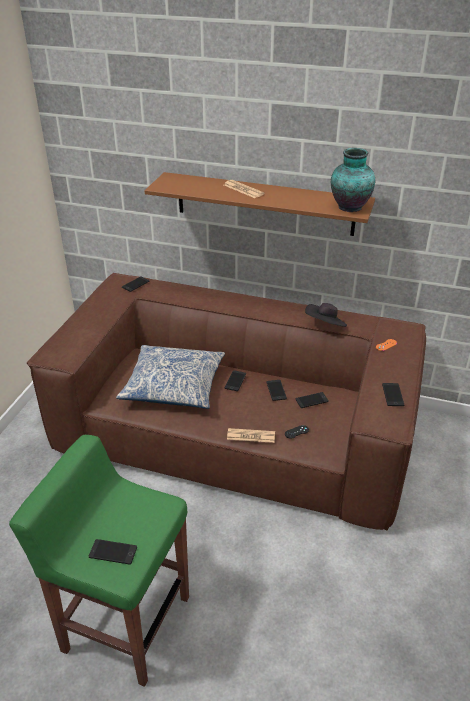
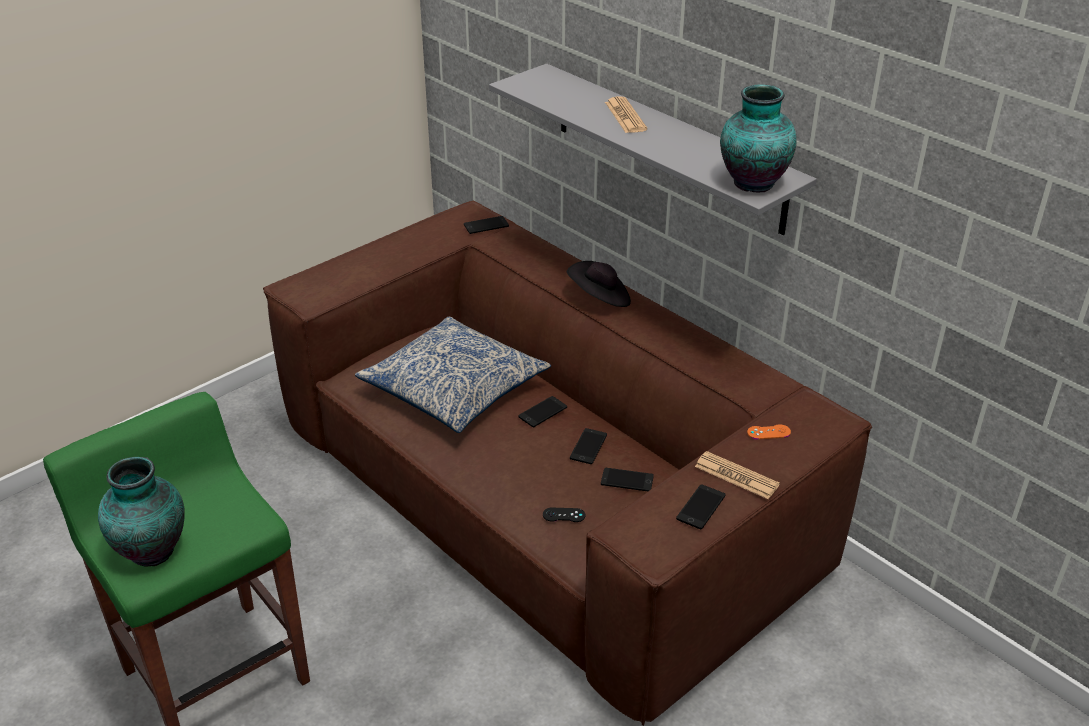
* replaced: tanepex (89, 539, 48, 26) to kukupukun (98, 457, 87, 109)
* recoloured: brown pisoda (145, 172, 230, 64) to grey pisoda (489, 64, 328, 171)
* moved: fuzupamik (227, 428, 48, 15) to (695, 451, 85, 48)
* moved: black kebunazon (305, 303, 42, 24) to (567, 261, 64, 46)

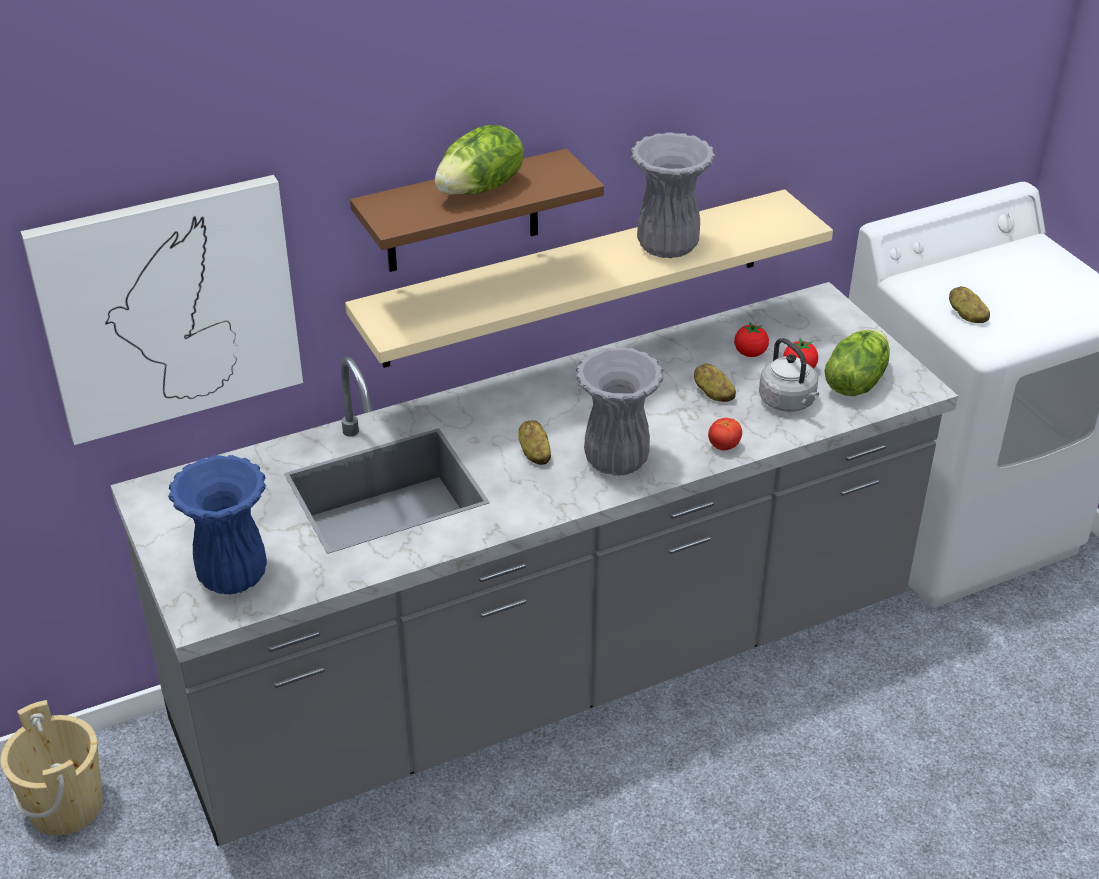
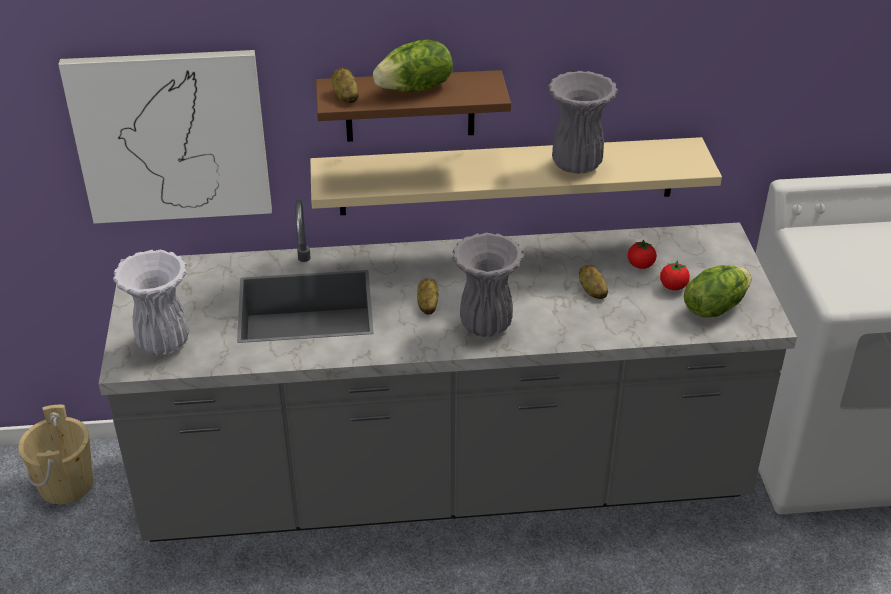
* recoloured: blue kukupukun (168, 455, 99, 139) to white kukupukun (113, 250, 76, 105)
* removed: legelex (708, 418, 34, 32)
* removed: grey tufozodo (759, 338, 60, 74)
* moved: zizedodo (949, 286, 41, 37) to (332, 68, 27, 35)

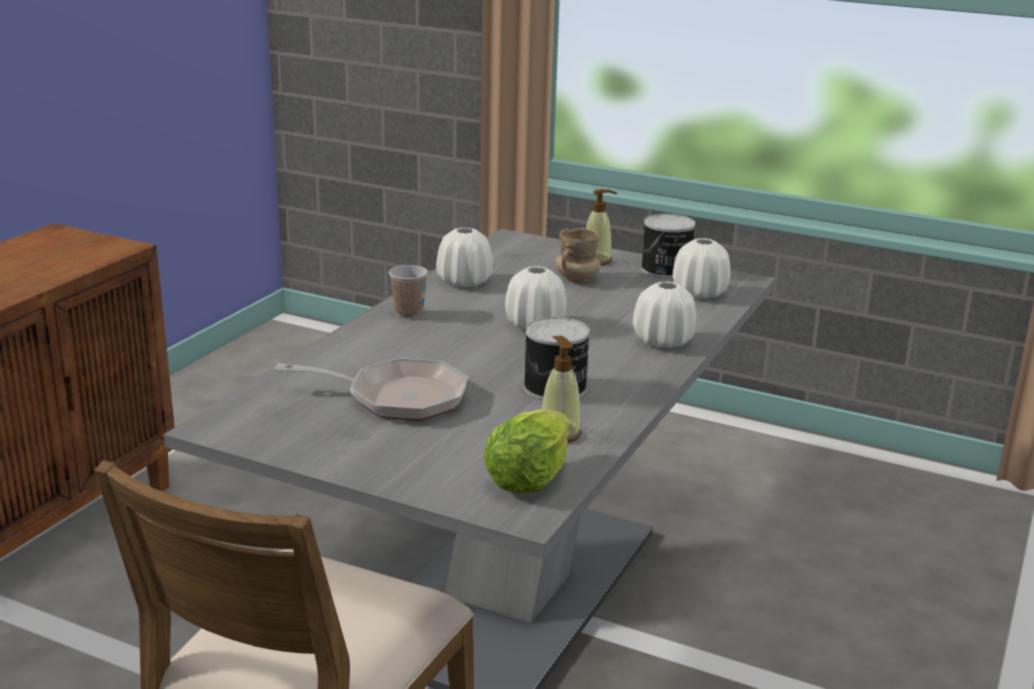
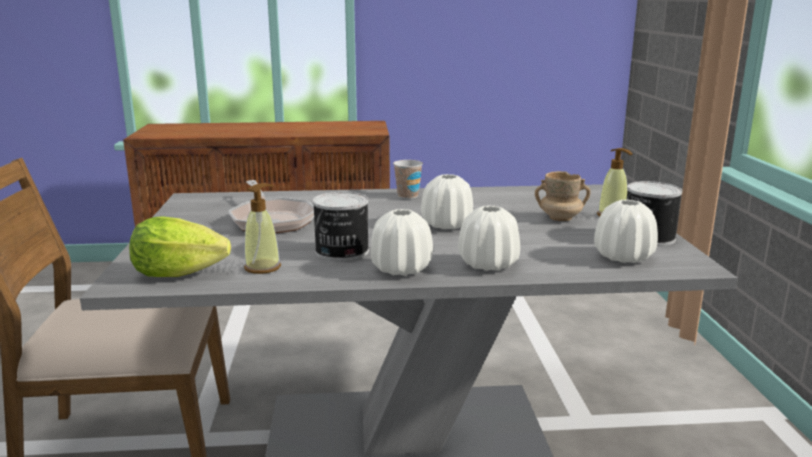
* moved: white kukupukun (436, 227, 57, 60) to (371, 209, 62, 67)

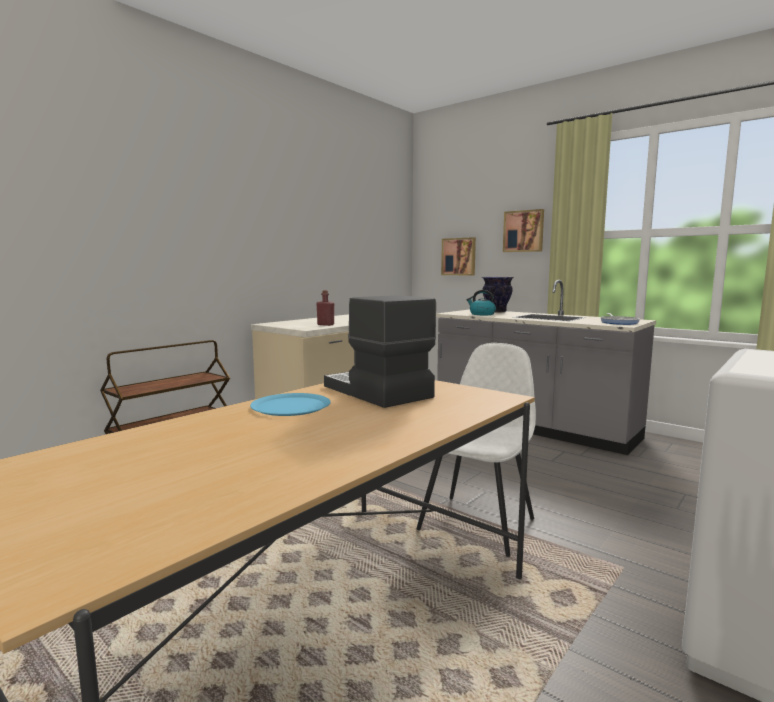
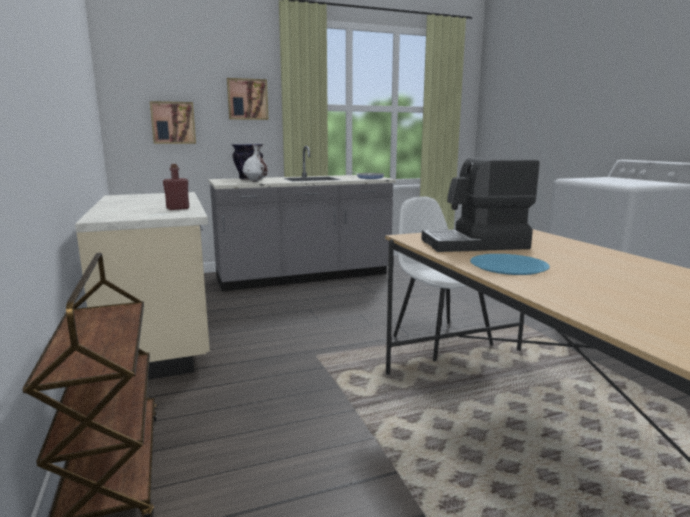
* replaced: tufozodo (467, 290, 29, 25) to white kukupukun (243, 145, 25, 37)

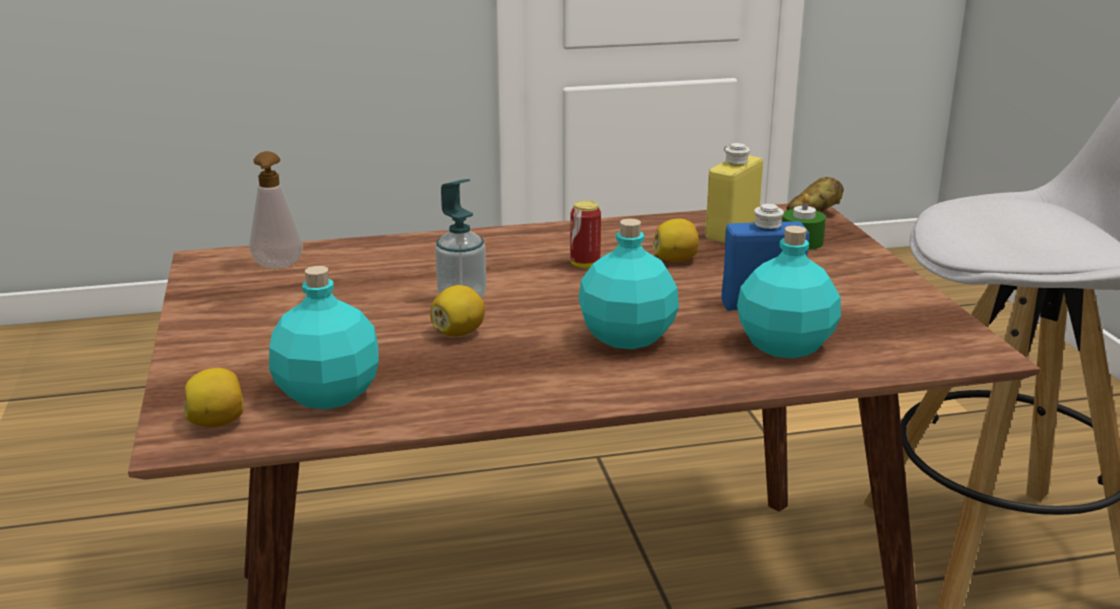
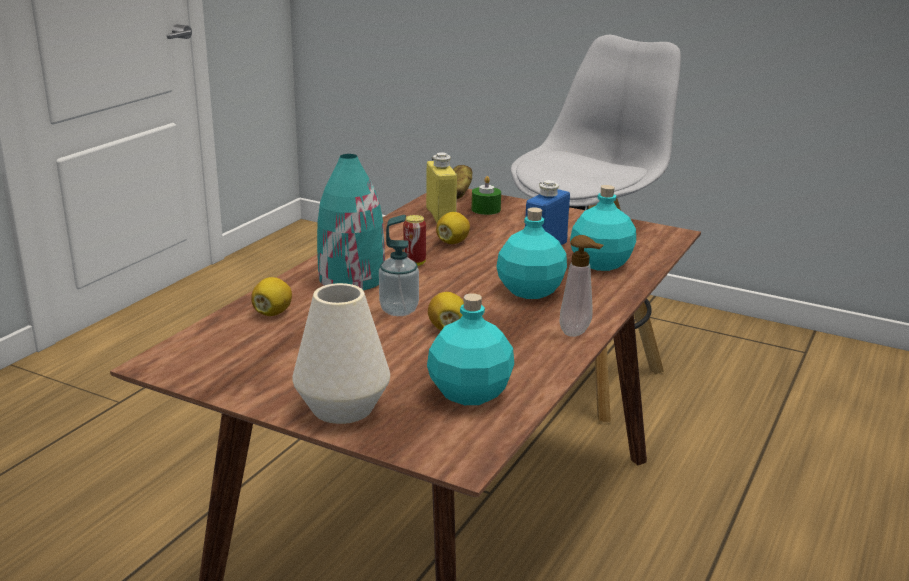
* moved: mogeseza (183, 368, 61, 59) to (251, 277, 41, 39)
* moved: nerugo (249, 151, 54, 117) to (560, 235, 44, 102)
* added: white kukupukun (293, 283, 97, 141)
* added: turquoise kukupukun (317, 154, 68, 136)

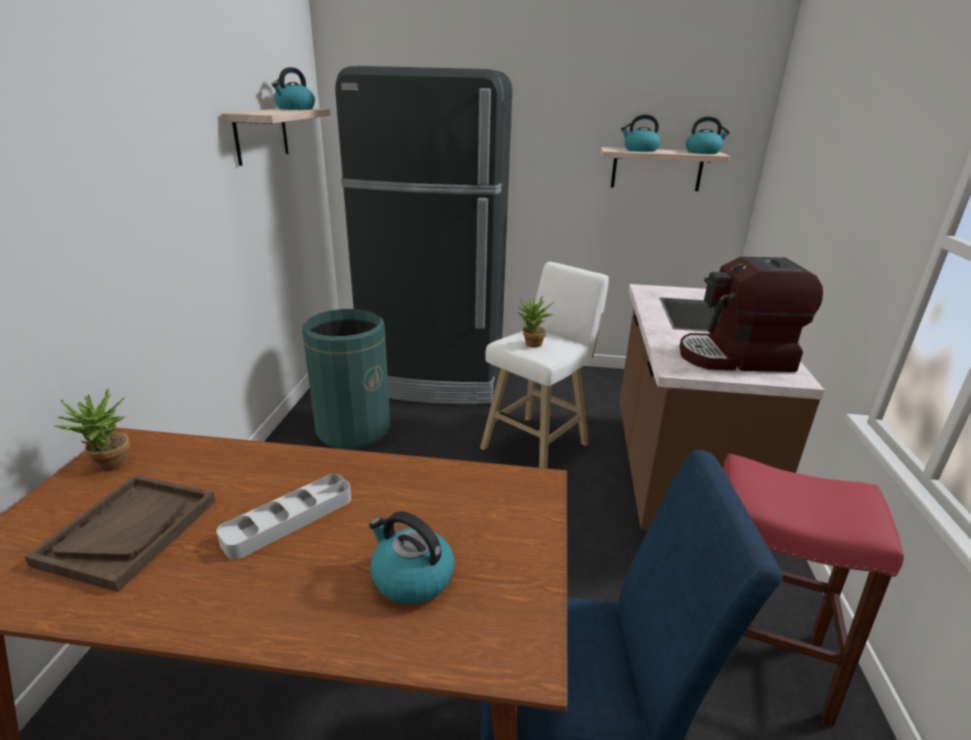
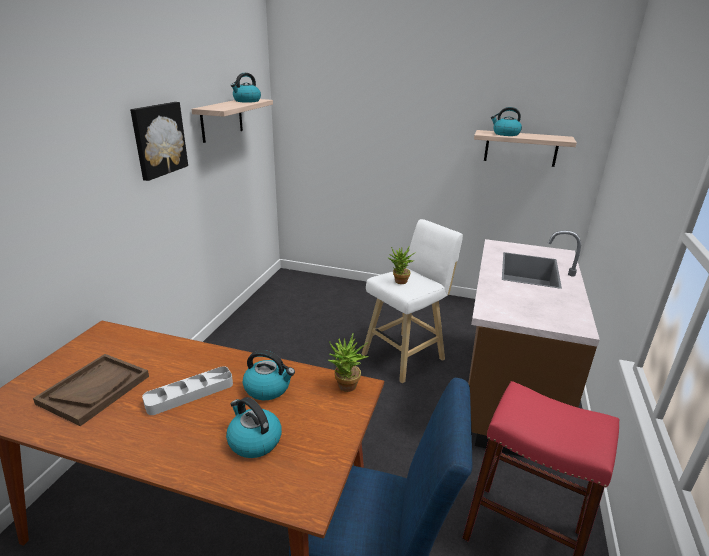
* moved: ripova (54, 387, 76, 84) to (328, 334, 41, 58)
* removed: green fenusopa (302, 309, 88, 140)
* removed: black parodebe (335, 66, 177, 338)
* removed: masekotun (680, 257, 143, 115)
* moved: tufozodo (686, 116, 44, 38) to (243, 350, 52, 50)
* added: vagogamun (130, 102, 58, 79)

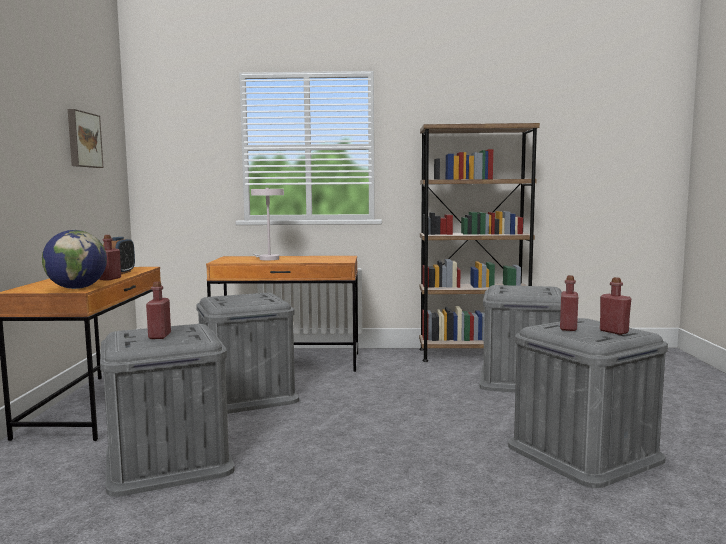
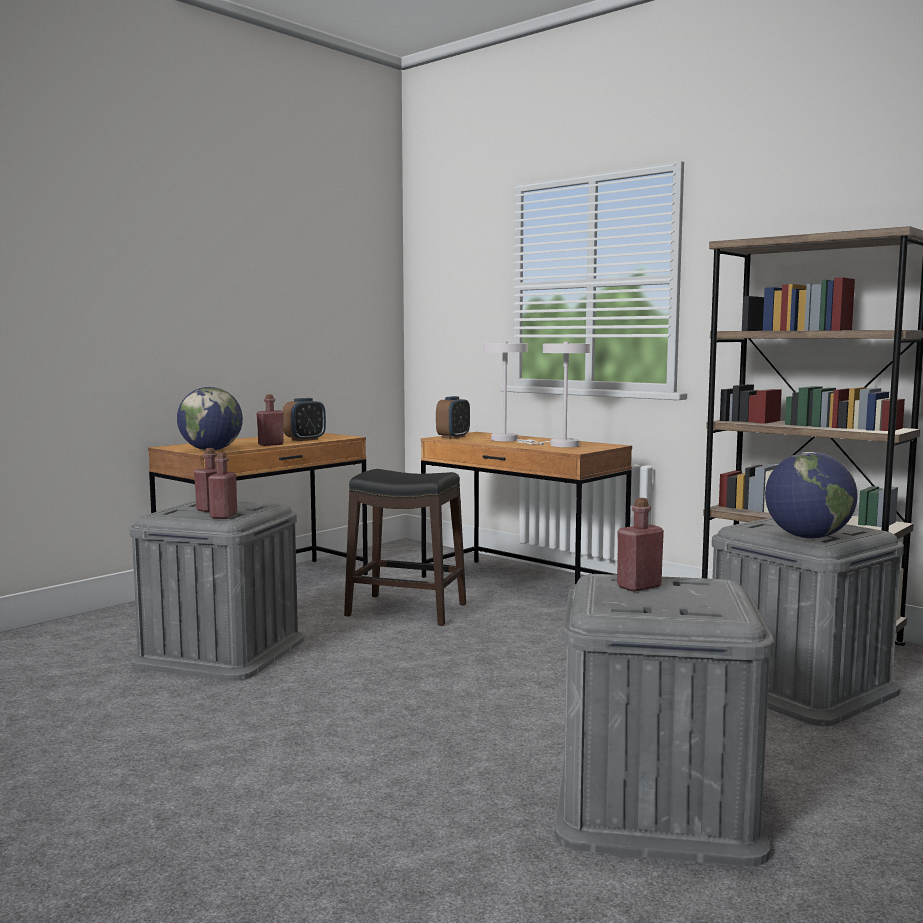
* removed: vagogamun (68, 109, 36, 59)
* replaced: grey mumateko (196, 293, 103, 121) to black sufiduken (344, 469, 122, 157)
* moved: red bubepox (600, 277, 31, 58) to (208, 452, 29, 67)
* added: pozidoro (436, 396, 34, 43)
* added: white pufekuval (516, 342, 74, 105)
* added: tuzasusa (765, 452, 93, 87)

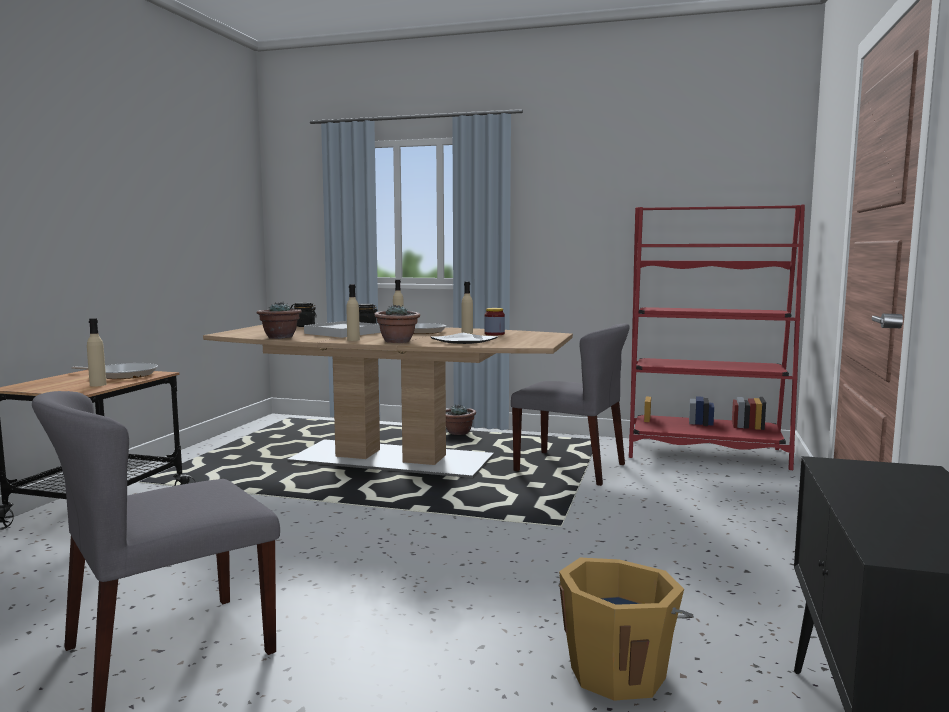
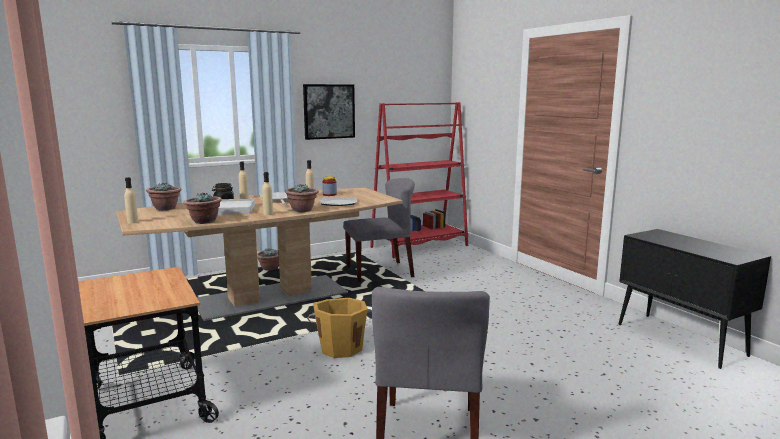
* removed: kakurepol (72, 363, 86, 16)
* moved: beige bubepox (87, 318, 20, 69) to (124, 177, 14, 46)
* replaced: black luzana (290, 302, 27, 25) to ripova (146, 182, 36, 28)
* moved: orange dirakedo (558, 558, 136, 143) to (307, 298, 65, 60)
* added: vagogamun (303, 84, 52, 56)

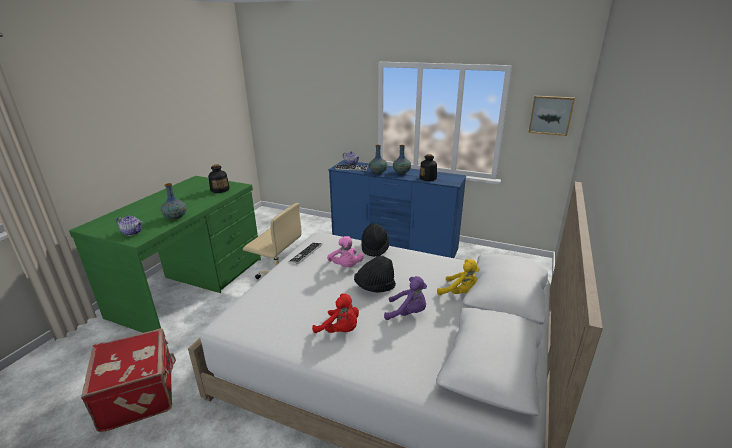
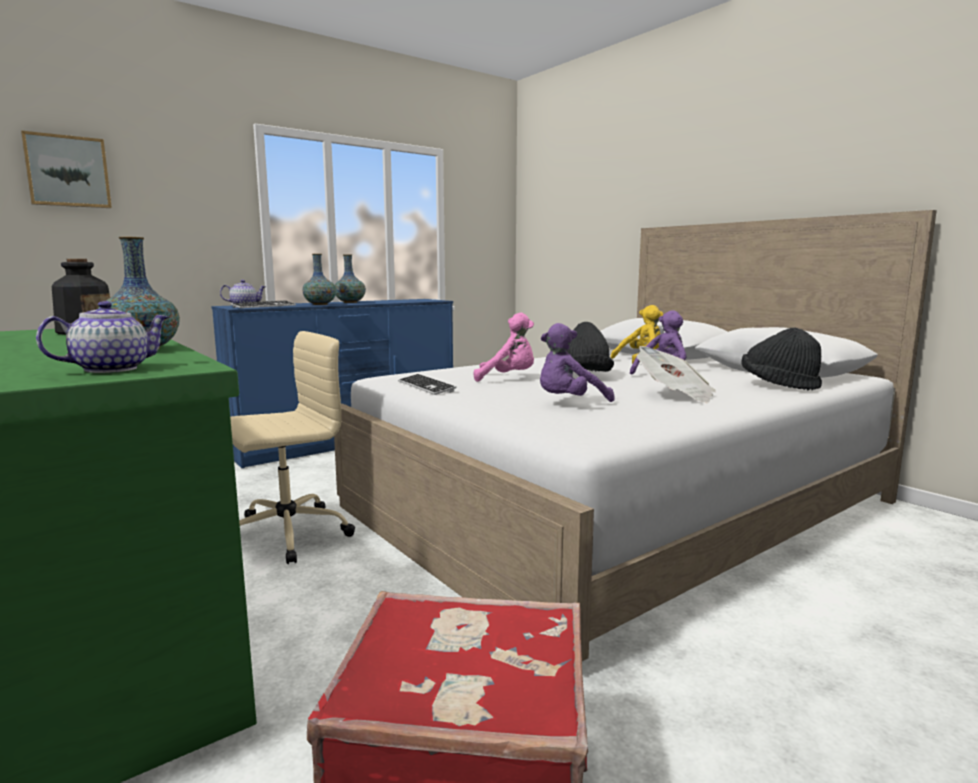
* replaced: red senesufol (312, 293, 47, 40) to fuzupamik (636, 346, 80, 57)
* moved: black kebunazon (361, 223, 28, 34) to (742, 328, 80, 62)
* removed: bubepox (419, 154, 18, 27)
* moved: vagogamun (528, 96, 47, 40) to (21, 131, 91, 77)
* added: purple senesufol (540, 323, 75, 79)

